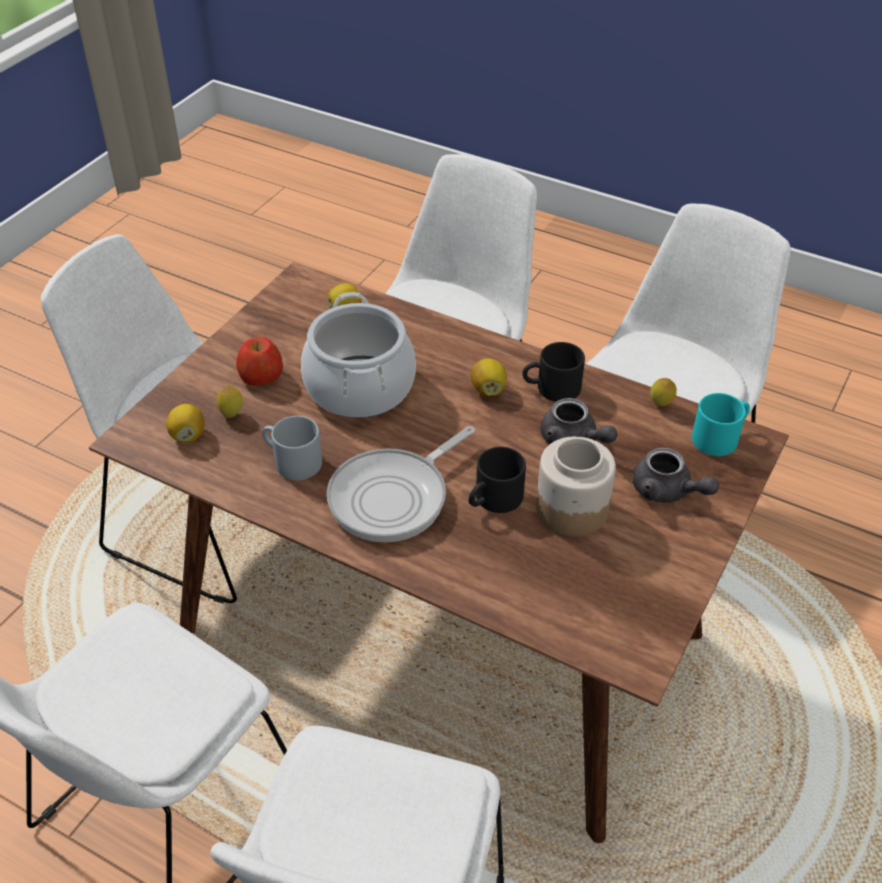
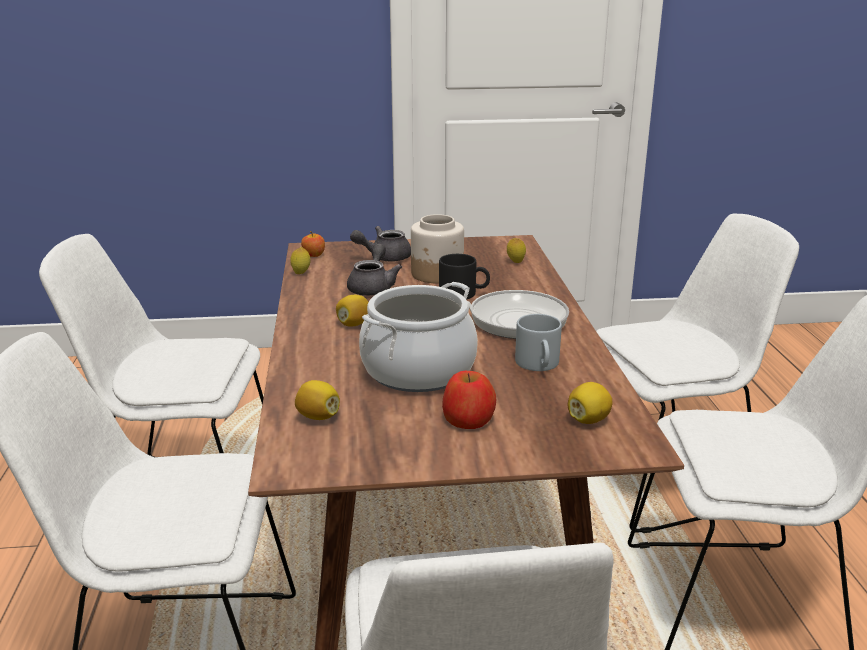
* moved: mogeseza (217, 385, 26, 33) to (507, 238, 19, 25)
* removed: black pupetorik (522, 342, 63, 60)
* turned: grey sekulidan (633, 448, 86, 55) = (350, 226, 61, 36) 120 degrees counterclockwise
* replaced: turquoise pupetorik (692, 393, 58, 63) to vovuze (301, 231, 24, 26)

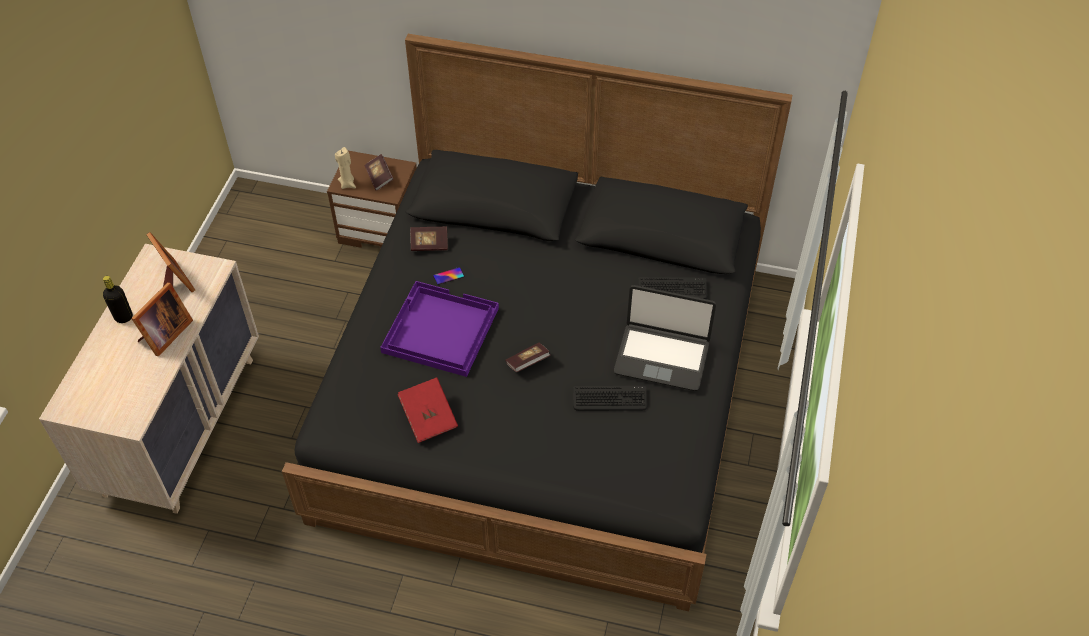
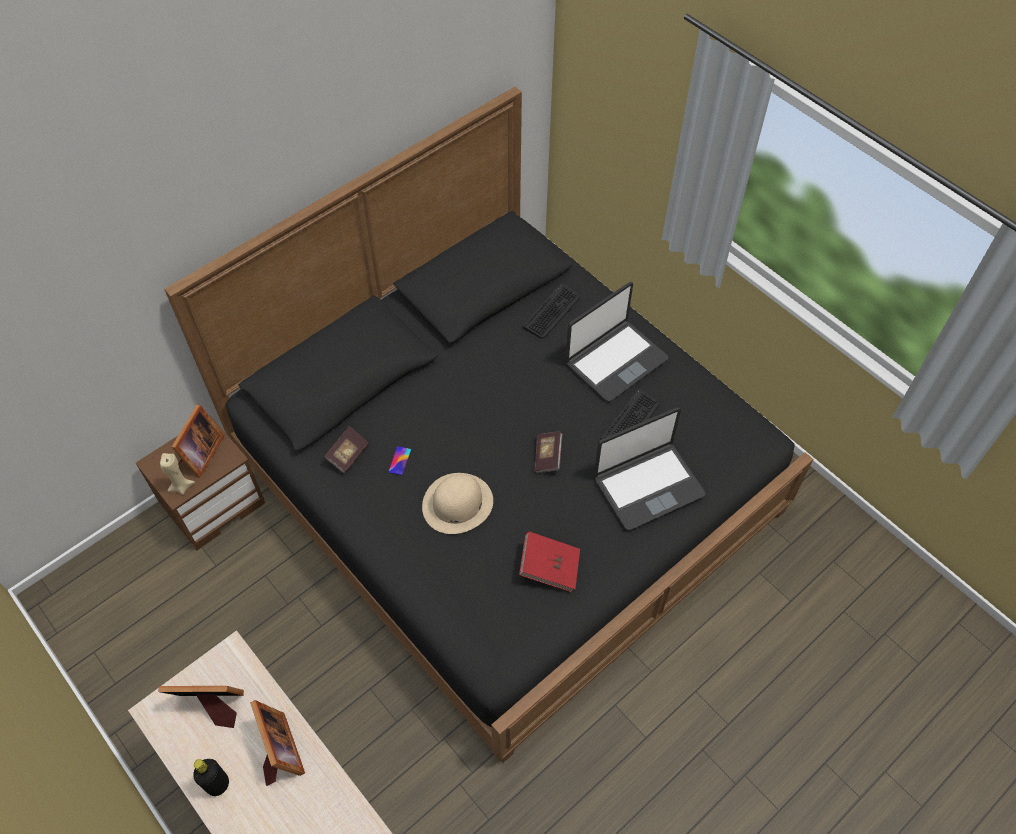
* replaced: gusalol (364, 154, 29, 37) to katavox (172, 404, 52, 74)
* replaced: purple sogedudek (380, 281, 119, 96) to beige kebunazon (422, 473, 71, 61)
* added: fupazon (594, 407, 112, 123)

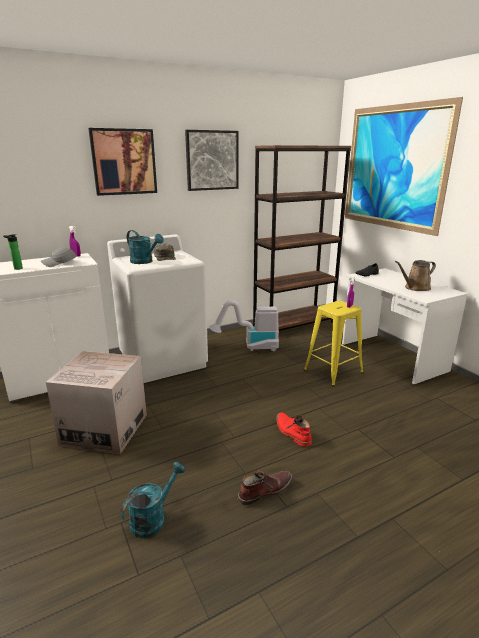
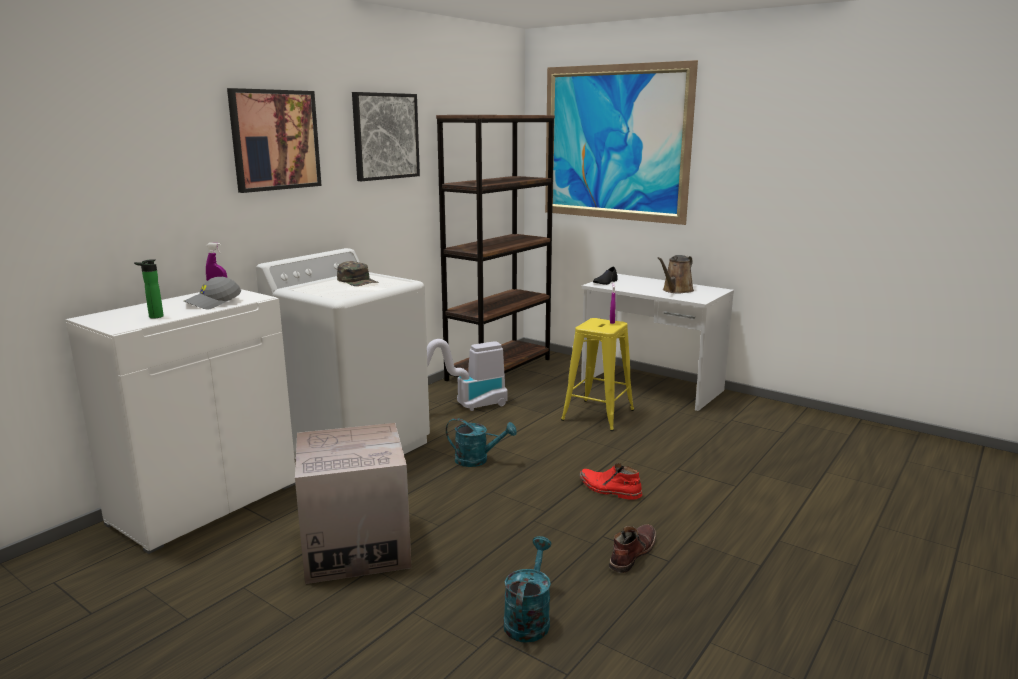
* moved: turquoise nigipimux (127, 230, 37, 34) to (446, 418, 71, 49)

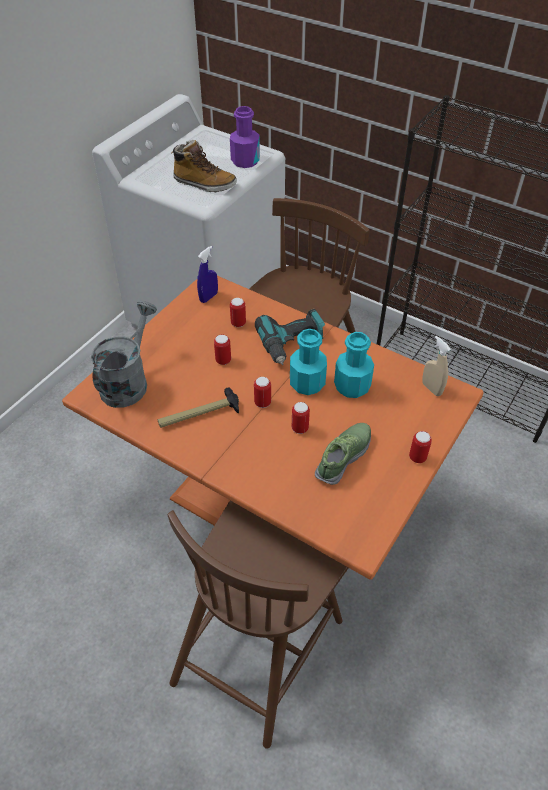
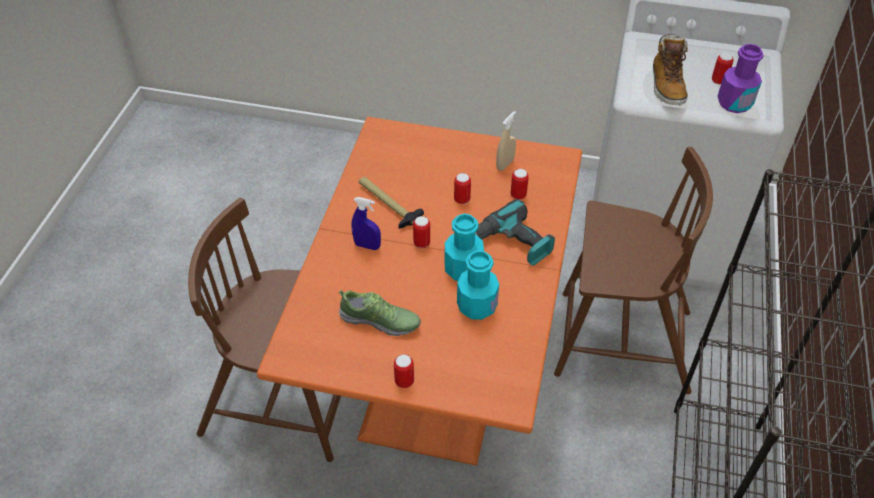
* removed: grey nigipimux (91, 301, 66, 107)
* moved: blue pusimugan (197, 246, 21, 57) to (352, 197, 29, 53)
* moved: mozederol (292, 402, 18, 32) to (712, 53, 22, 31)
* moved: beige pusimugan (422, 336, 29, 60) to (496, 111, 20, 60)

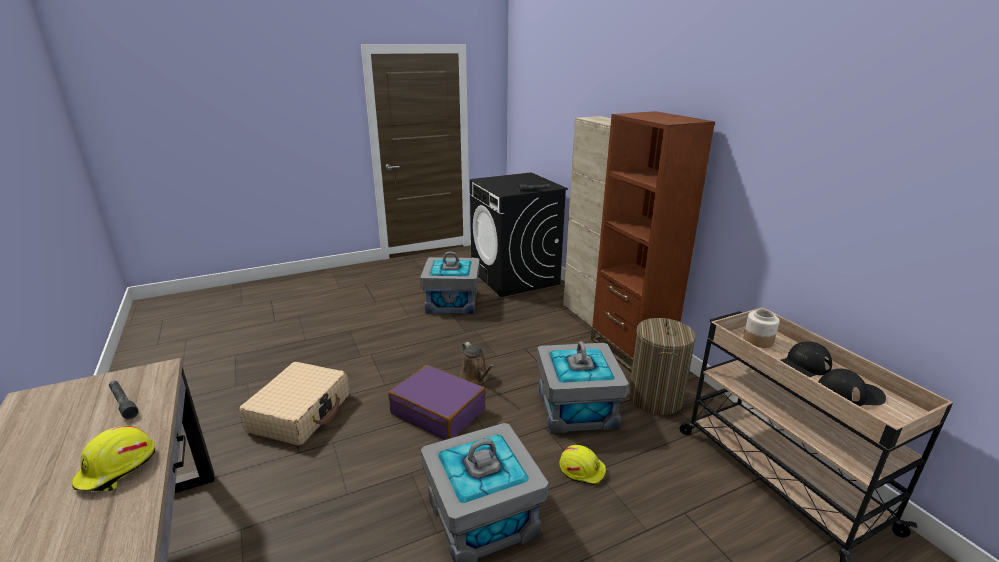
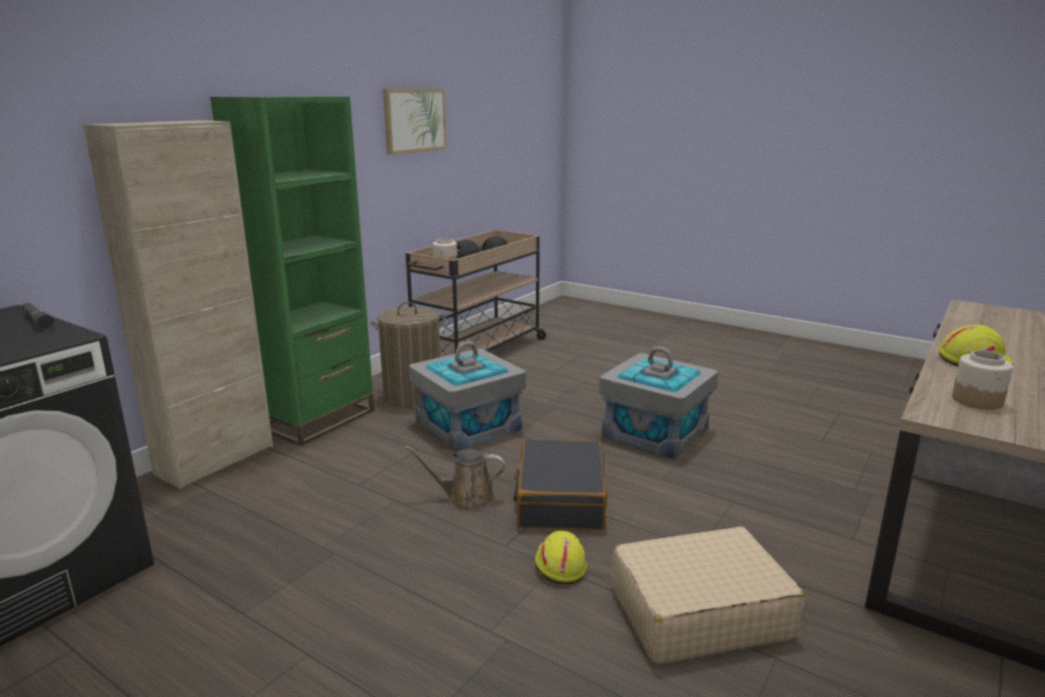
* replaced: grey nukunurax (109, 381, 30, 38) to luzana (952, 350, 61, 60)
* recoloured: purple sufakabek (388, 365, 98, 75) to black sufakabek (514, 439, 93, 91)
* removed: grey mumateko (420, 251, 60, 63)
* turned: brown nigipimux (460, 342, 34, 42) = (404, 445, 101, 65) 120 degrees counterclockwise
* moved: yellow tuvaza (559, 445, 47, 40) to (535, 531, 52, 54)
* recoloured: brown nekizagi (591, 111, 124, 261) to green nekizagi (210, 96, 165, 350)
* added: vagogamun (383, 89, 64, 66)

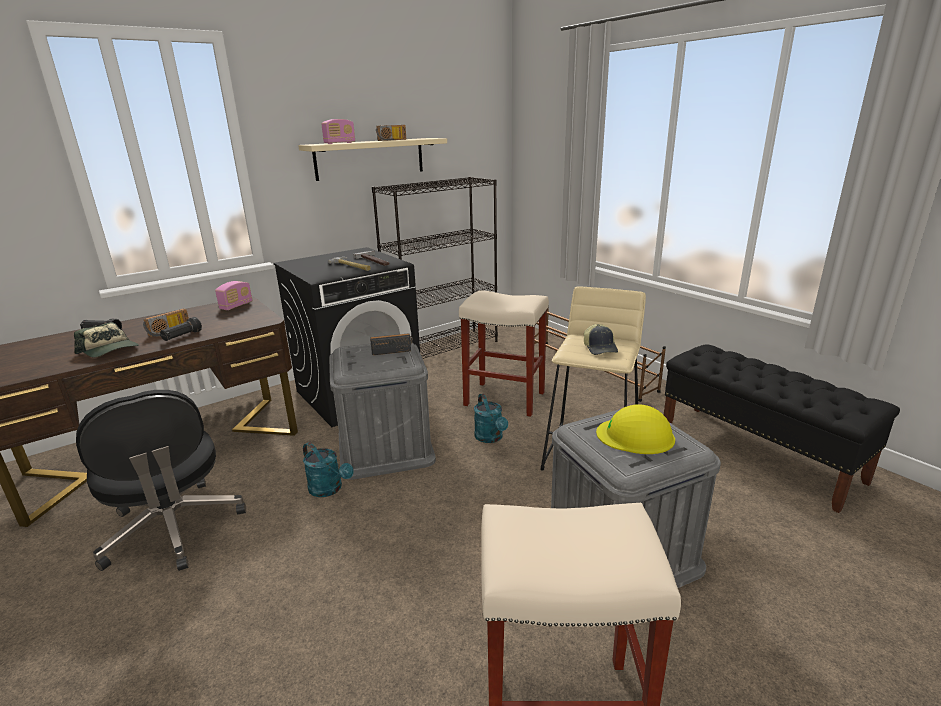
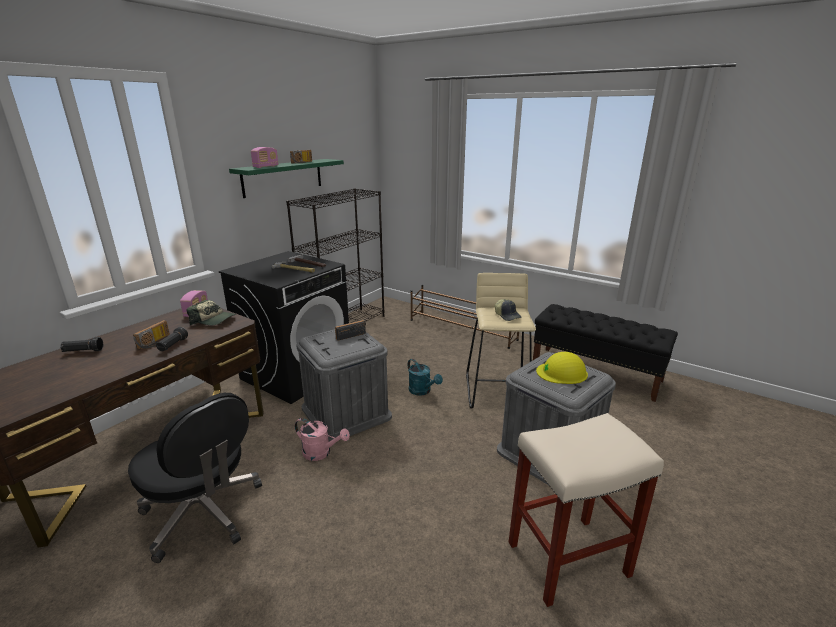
* moved: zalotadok (74, 322, 65, 36) to (186, 300, 50, 25)
* recoloured: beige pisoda (298, 138, 149, 43) to green pisoda (229, 159, 115, 39)
* recoloured: turquoise nigipimux (303, 442, 51, 55) to pink nigipimux (295, 418, 55, 43)
* removed: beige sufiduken (459, 290, 90, 127)

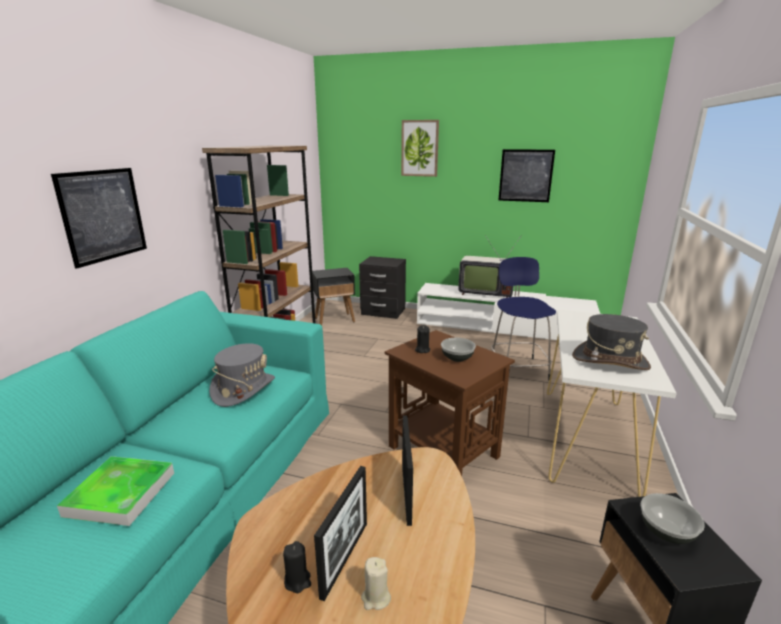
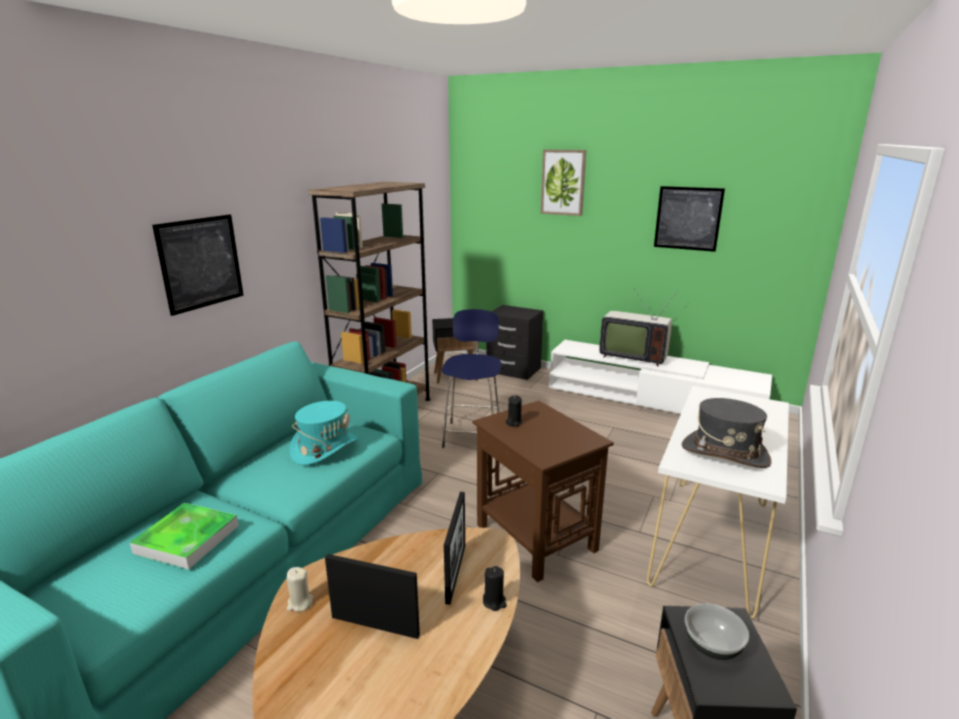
* recoloured: grey kebunazon (209, 343, 66, 64) to turquoise kebunazon (289, 401, 69, 64)
* moved: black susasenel (283, 541, 28, 52) to (483, 566, 24, 45)
* turned: katavox (314, 466, 53, 135) = (325, 554, 95, 85) 105 degrees counterclockwise
* moved: beige susasenel (361, 557, 30, 53) to (287, 567, 26, 45)
* removed: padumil (441, 338, 35, 24)
* moved: blue sufiduken (491, 257, 65, 123) to (441, 309, 61, 139)

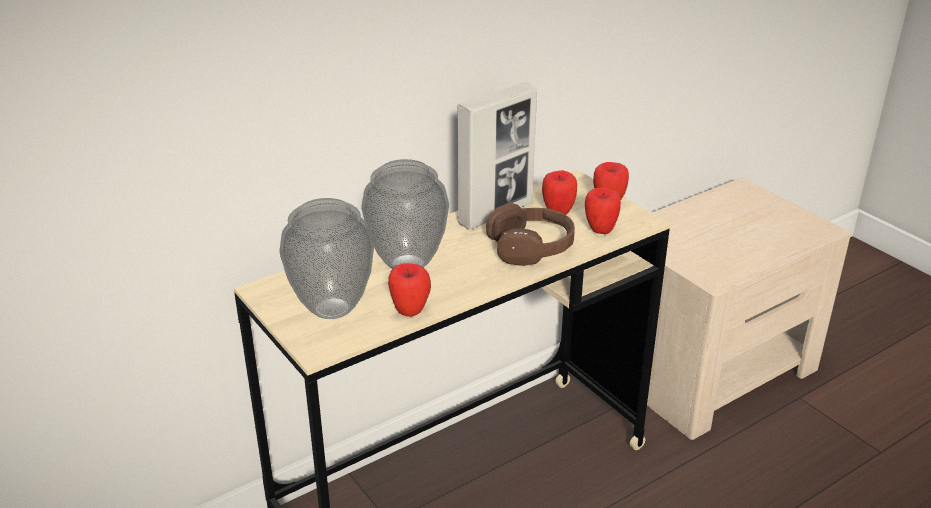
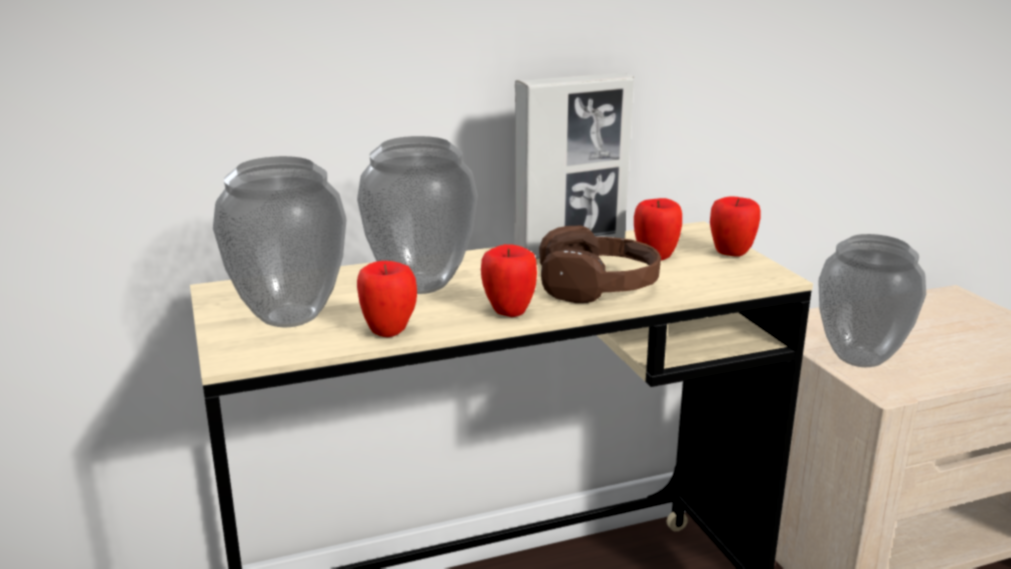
* moved: vovuze (585, 187, 36, 47) to (481, 244, 56, 73)
* added: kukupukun (818, 234, 108, 133)

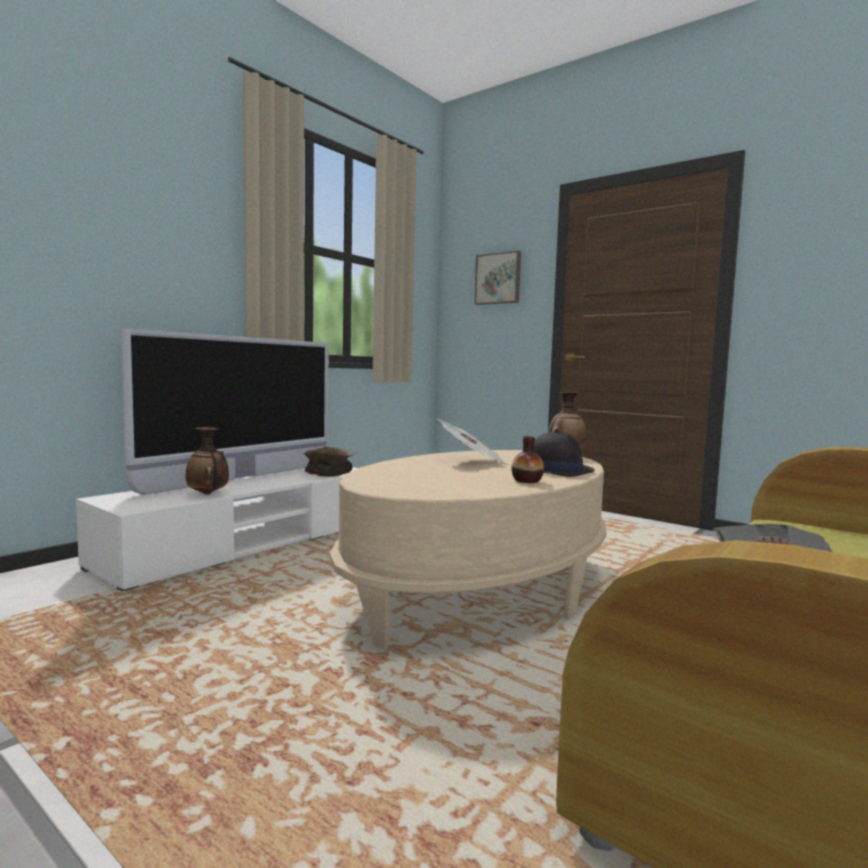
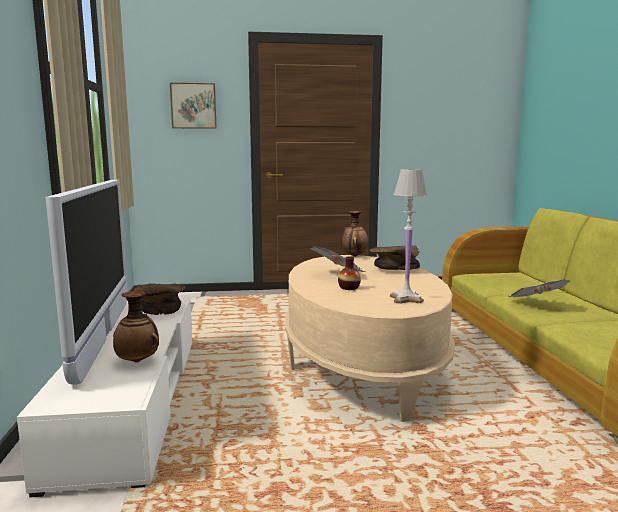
* moved: kukupukun (511, 436, 33, 47) to (338, 257, 23, 33)
* replaced: black kebunazon (534, 432, 61, 45) to brown padumil (370, 245, 50, 25)
* added: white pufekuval (390, 169, 38, 135)

